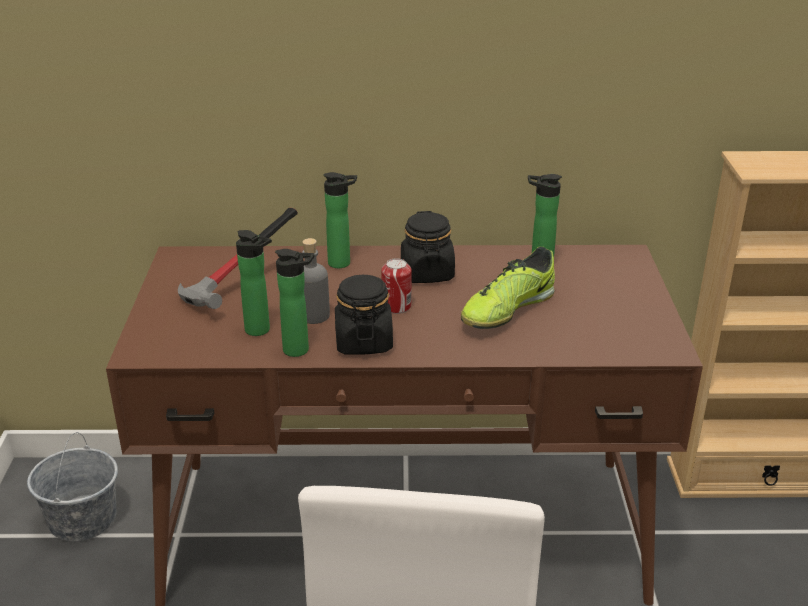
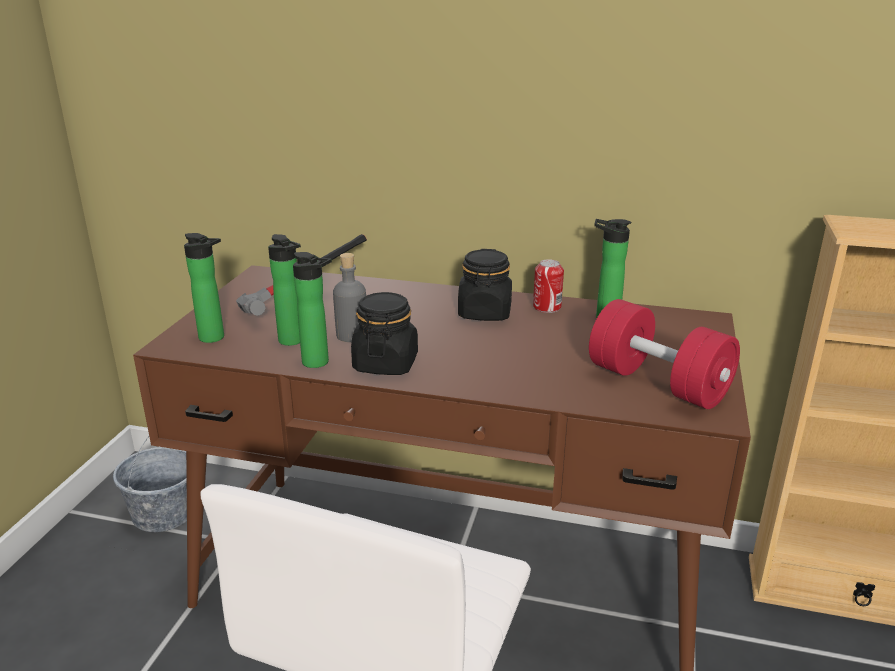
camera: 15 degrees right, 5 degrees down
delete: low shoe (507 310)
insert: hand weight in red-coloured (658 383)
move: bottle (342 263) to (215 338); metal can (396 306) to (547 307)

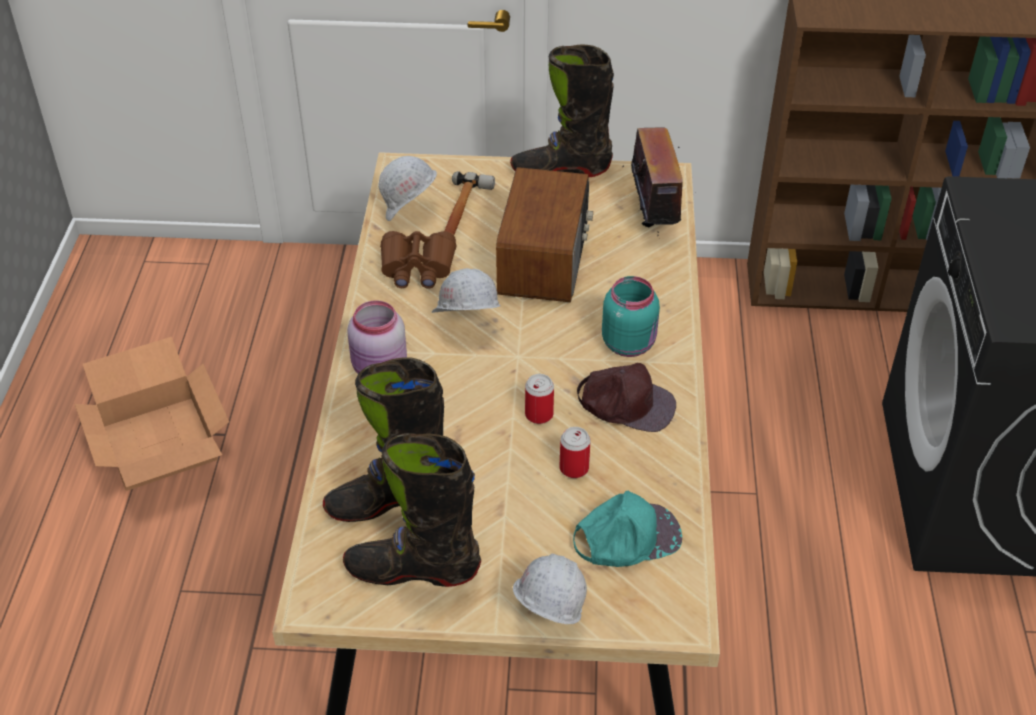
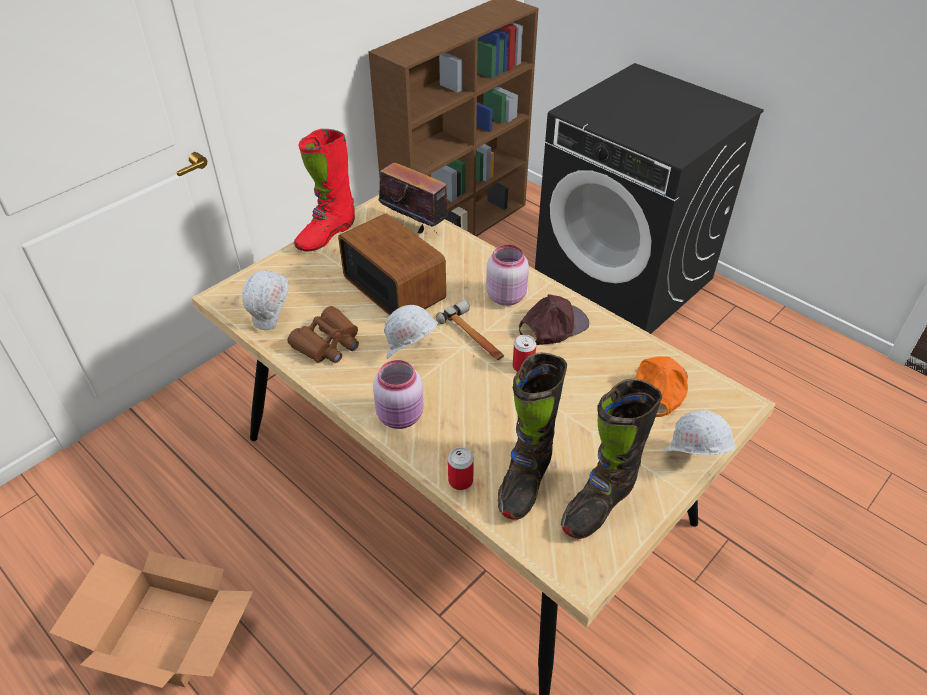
camera: 50 degrees left, 0 degrees up
move: tool hammer (463 211) to (474 336); metal can (574 468) to (460 480)
recolor: high-top boot in blackish (561 170) to high-top boot in red-coloured (326 235); jar in turquoise-coloured (629 343) to jar in pink-coloured (506 296); baseball cap in turquoise-coloured (626 537) to baseball cap in orangey (658 388)

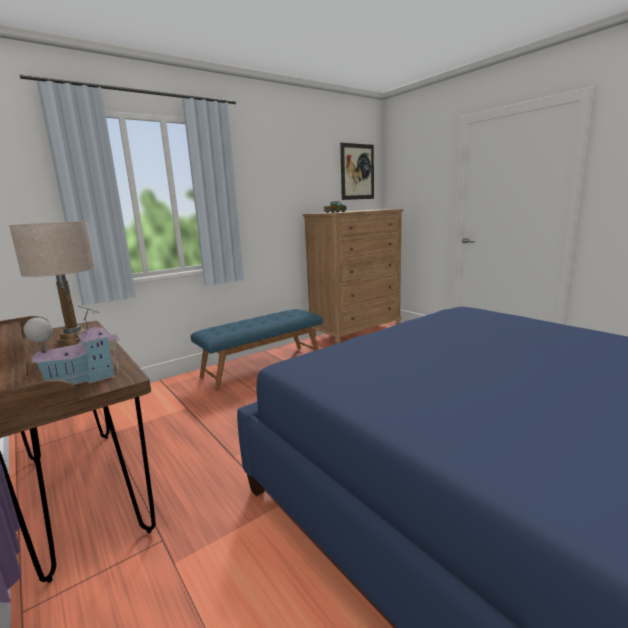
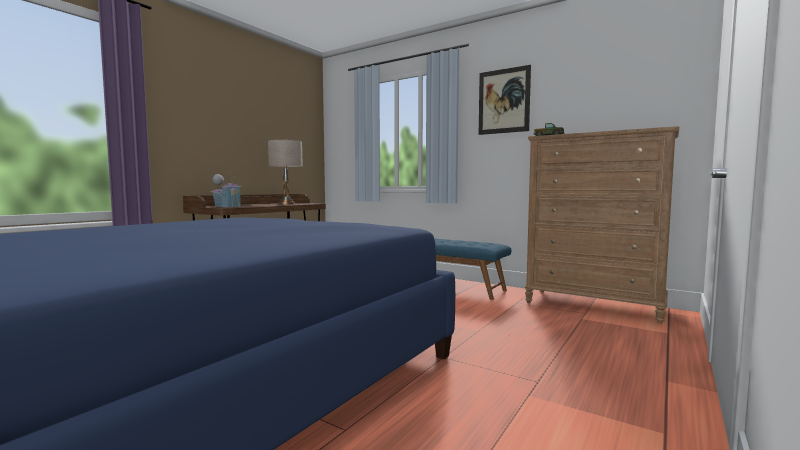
camera: 70 degrees right, 10 degrees down
move: picture (357 172) to (503 101)

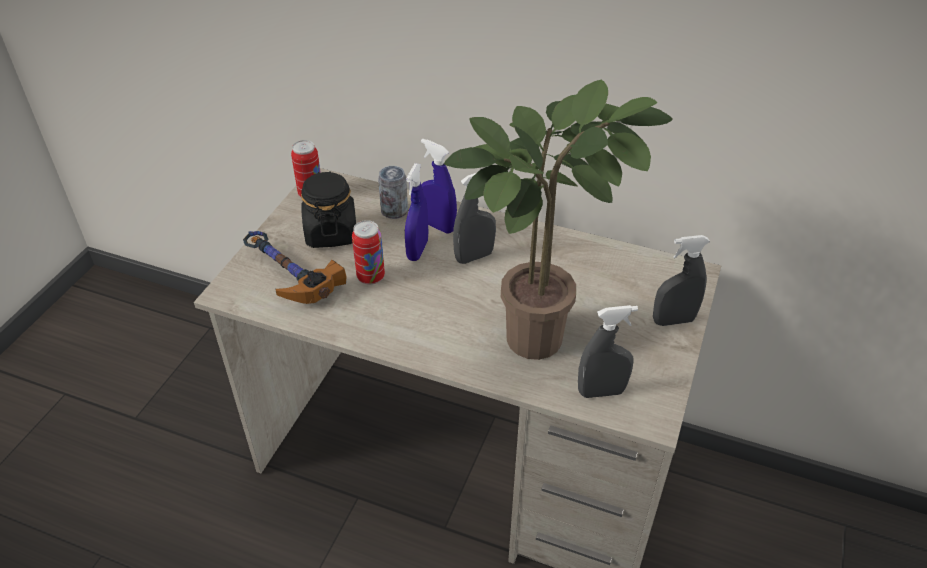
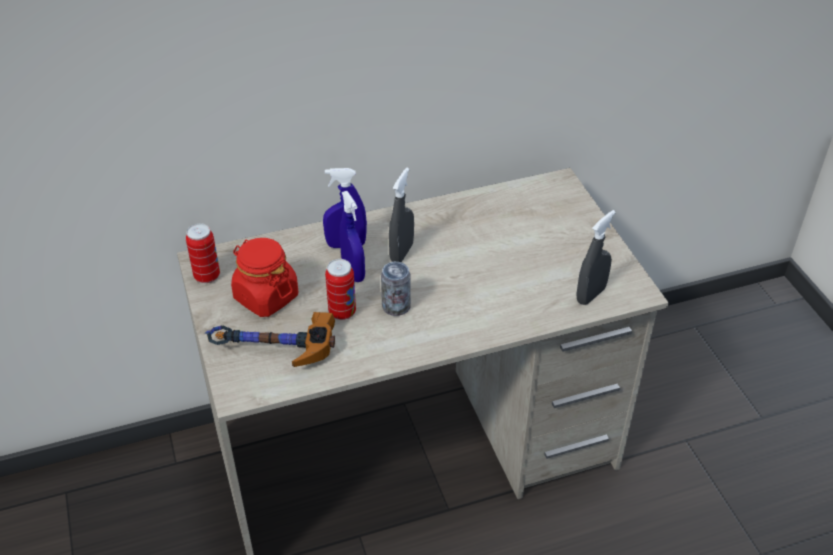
camera: 40 degrees left, 0 degrees up
delete: houseplant (539 332); hand sprayer in grey (673 320)
move: metal can (394 211) to (396 306)
recolor: jar in blackish (331 232) to jar in red-coloured (266 297)

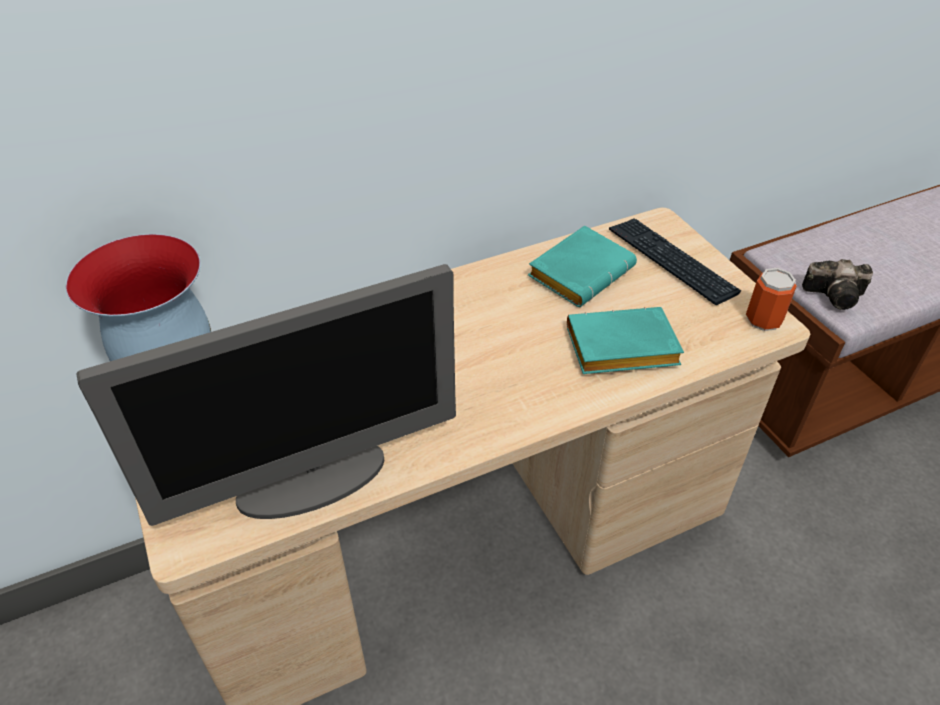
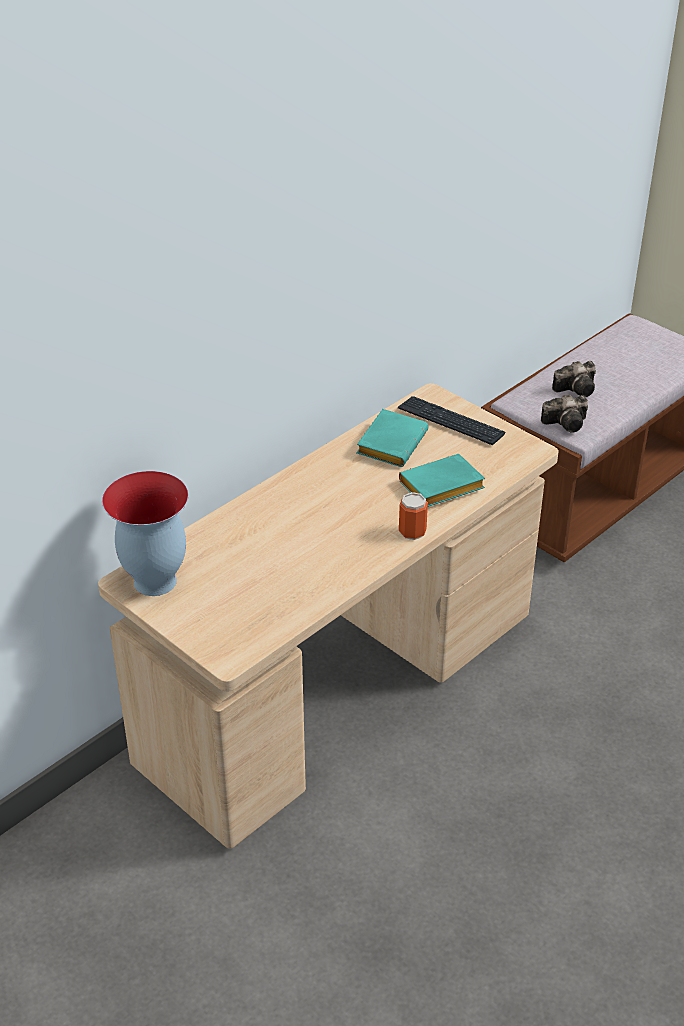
camera: 20 degrees left, 5 degrees down
delete: computer display (313 480)
insert: still camera (577 389)
move: metal can (763 320) to (412 532)

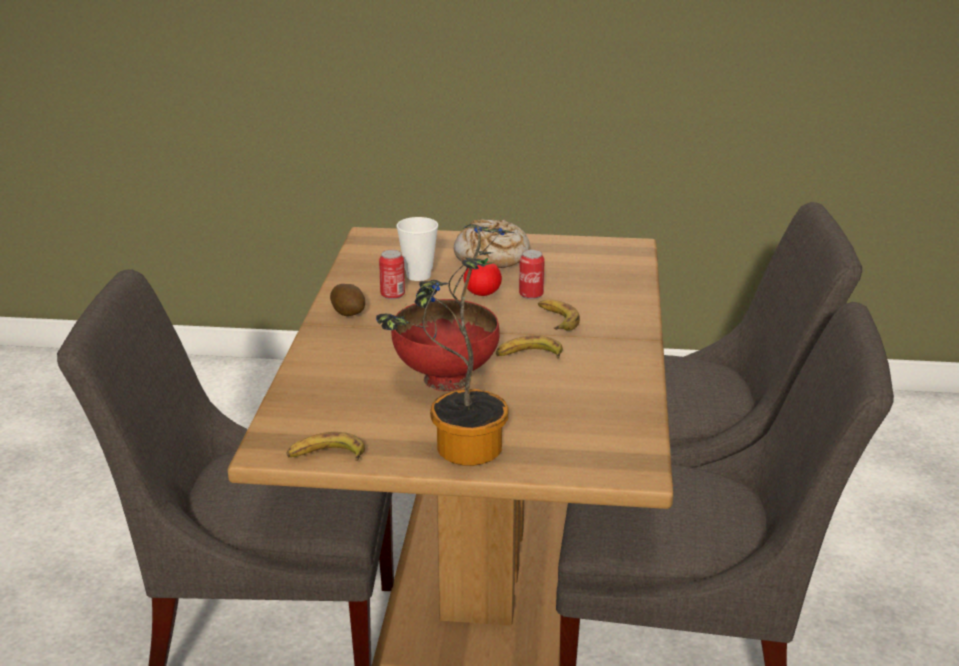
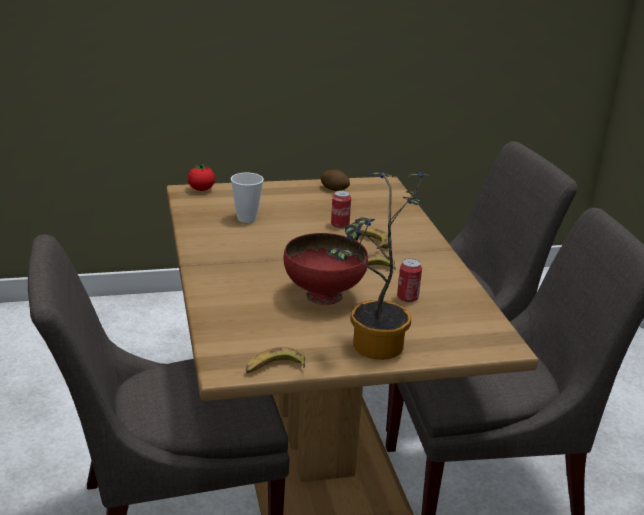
camera: 20 degrees left, 0 degrees up
delete: baked bread (491 256)
move: metal can (392 295) to (407 298); fresh tomato (482 293) to (201 189); potato (349 312) to (335 189)

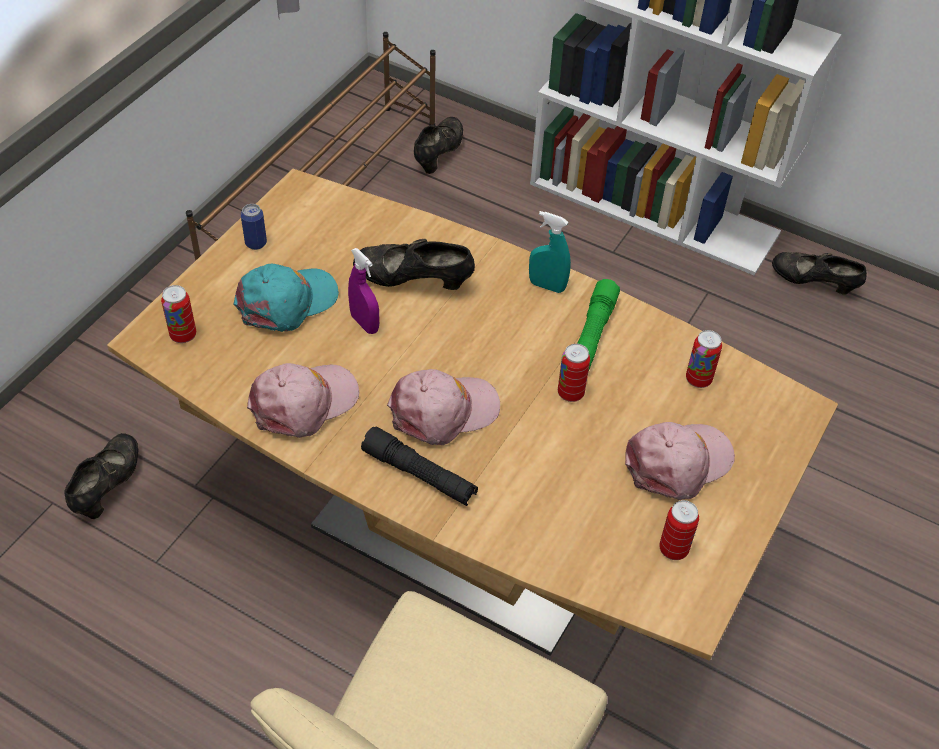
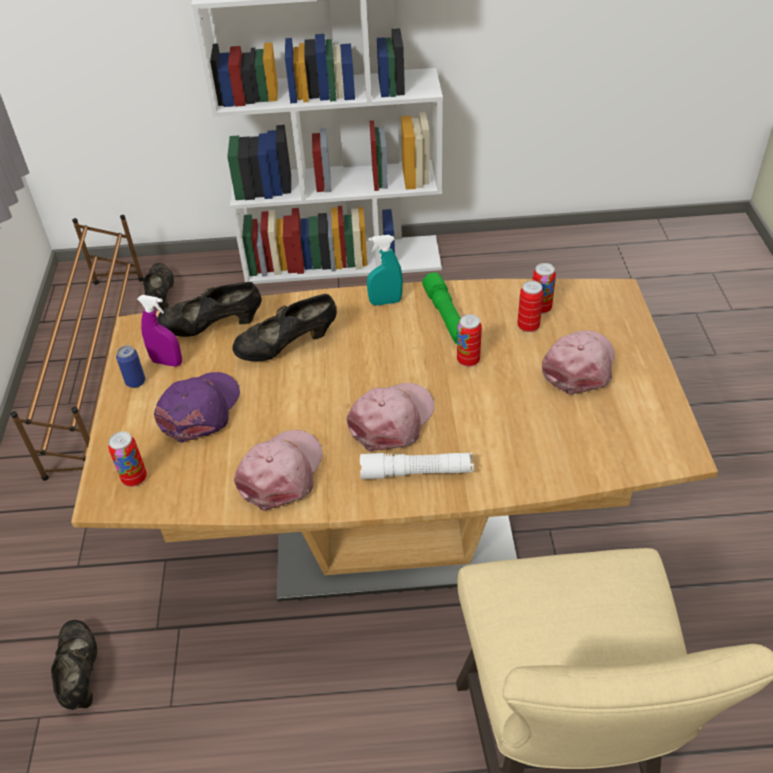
camera: 30 degrees left, 5 degrees down
move: hand sprayer in purplish (364 323) to (167 362); low shoe in blackish (813 283) to (213 327); metal can (673 549) to (528 326)
recolor: baseball cap in turquoise-coloured (287 302) to baseball cap in purplish (200 410); flashlight in blackish (419 475) to flashlight in whitish (416 472)

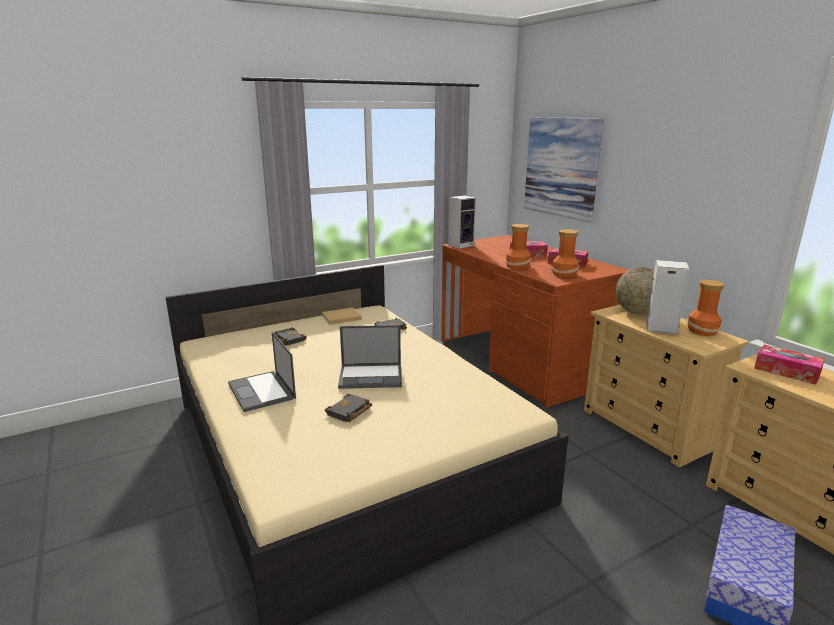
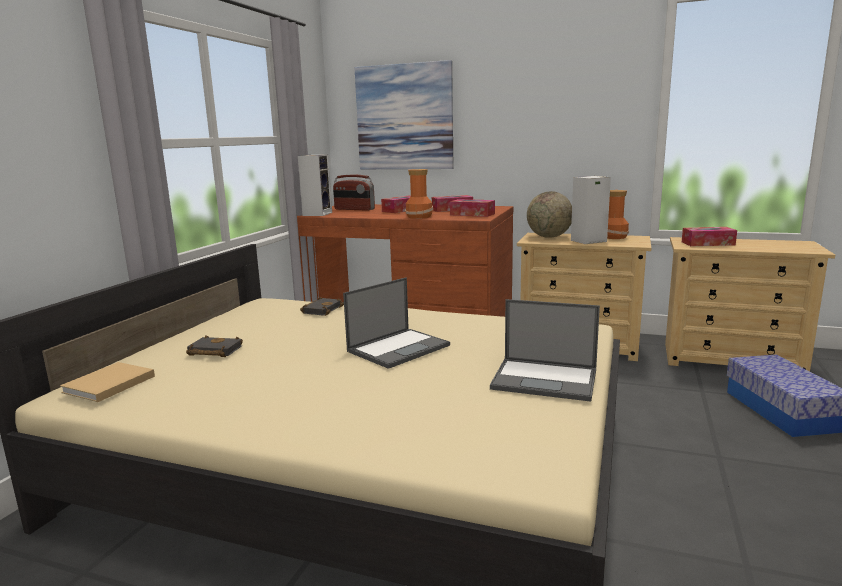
camera: 40 degrees left, 5 degrees down
delete: bound book in blackish (349 412)
insert: radio set (354 209)
move: bound book in sand-coloured (340 317) to (107 385); notebook computer (262 391) to (546 379)
replace: decorative vase (565 274) to tissue box (472 214)

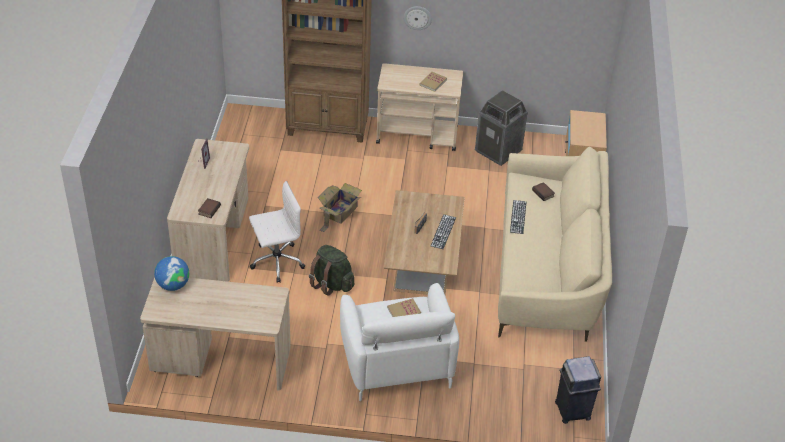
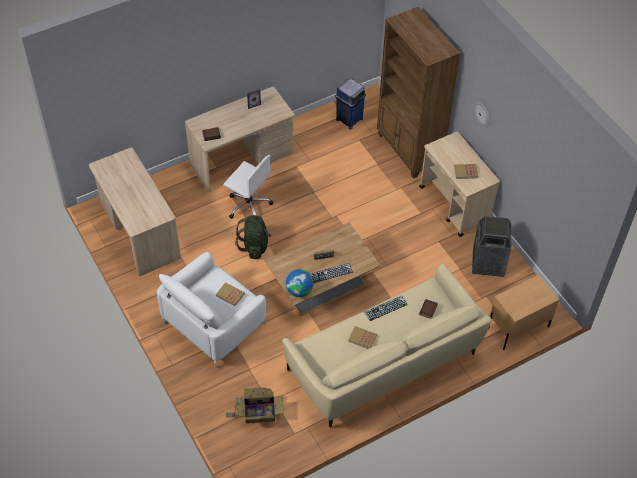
camera: 55 degrees right, 10 degrees up
insert: bound book (362 338)
move: cardboard box (339 212) to (258 413); globe (173 285) to (299 290); rubbish bin in bluish (572 411) to (349 119)

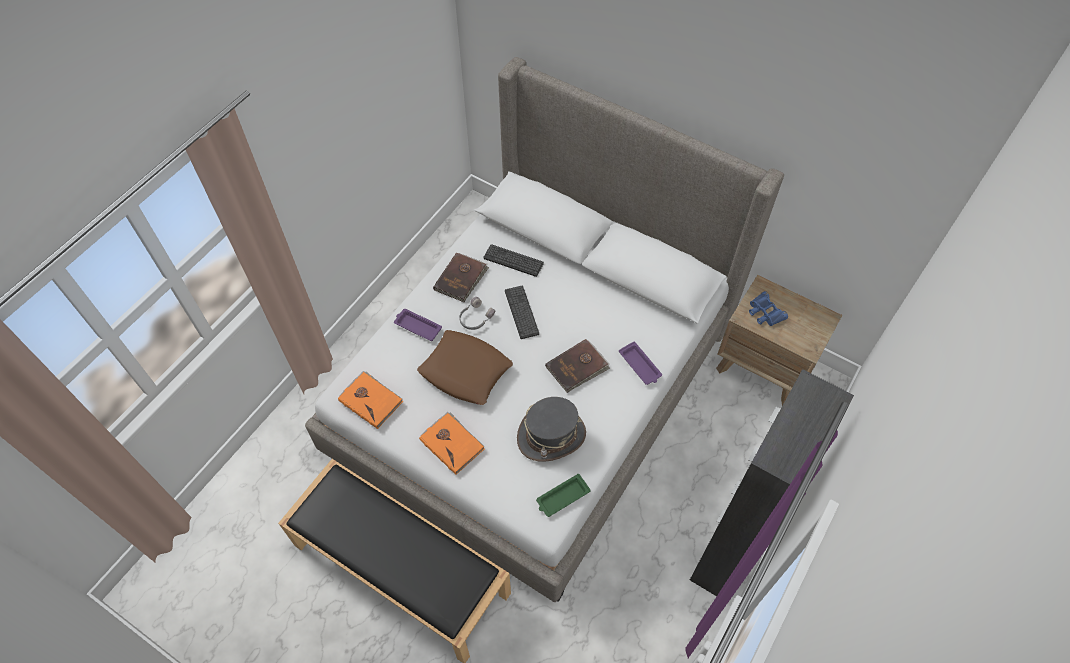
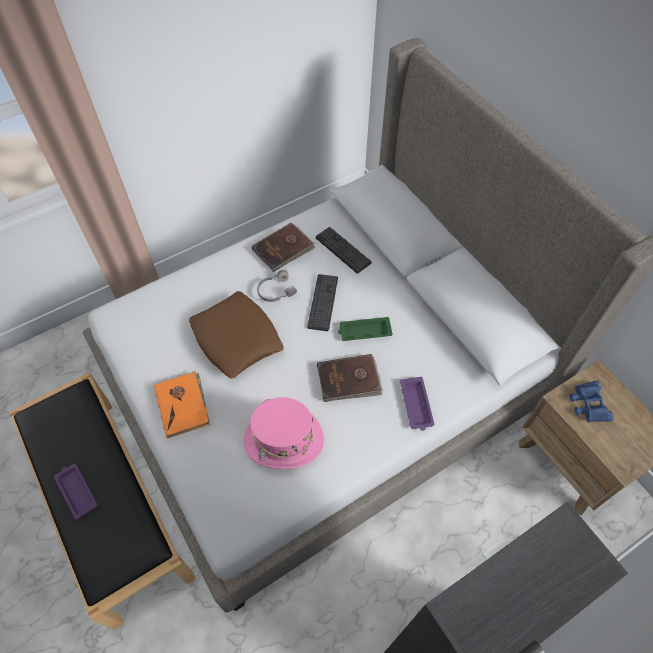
camera: 25 degrees right, 0 degrees up
delete: bound book in orangey (371 400)
move: tray in purplish (417 326) to (76 491); tray in green (562 497) to (364 331)
recolor: clothing hat in grey (551 436) to clothing hat in pink-coloured (283 440)

